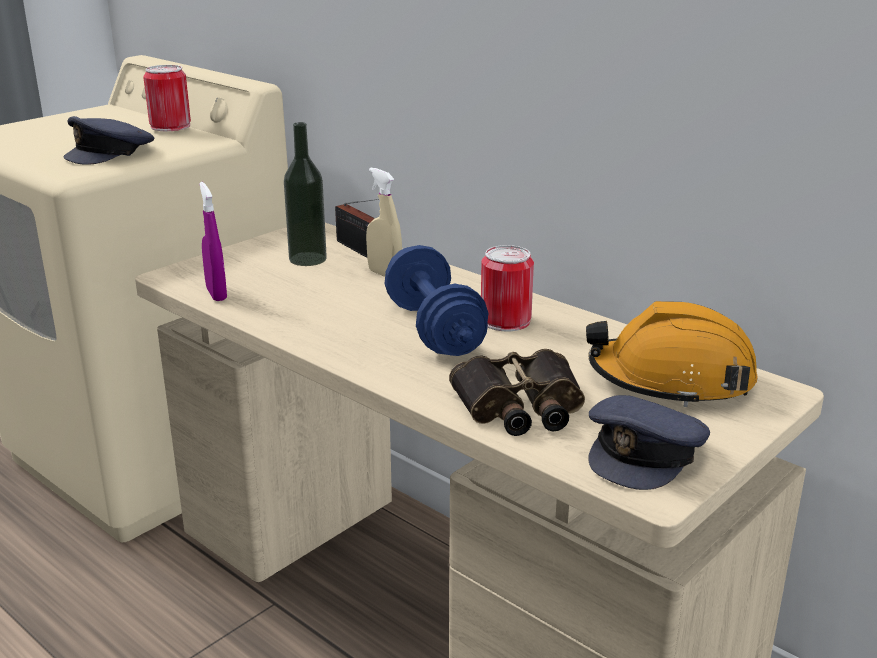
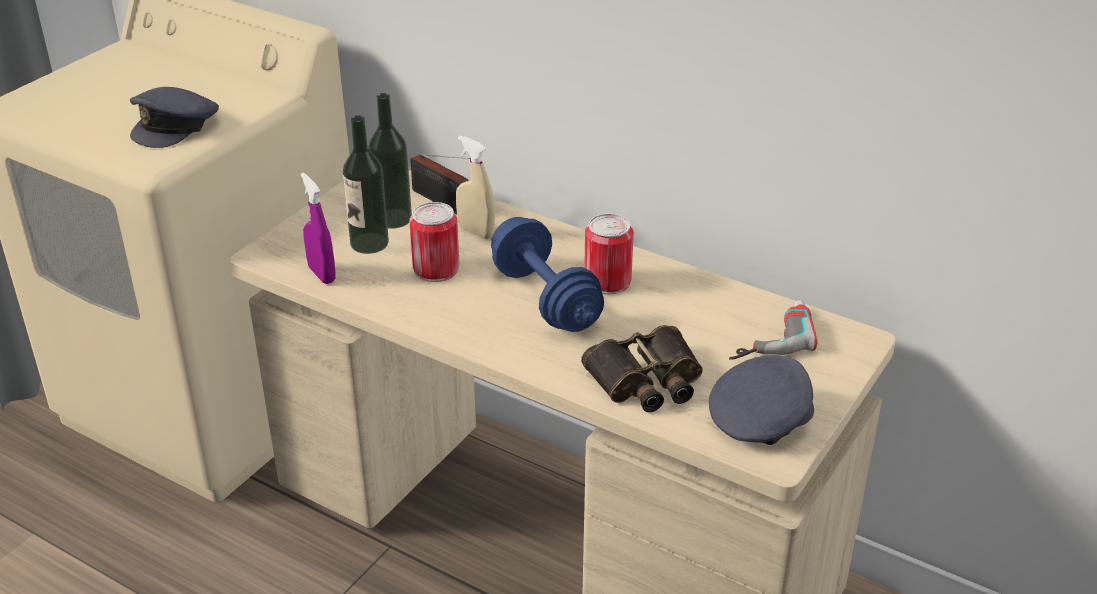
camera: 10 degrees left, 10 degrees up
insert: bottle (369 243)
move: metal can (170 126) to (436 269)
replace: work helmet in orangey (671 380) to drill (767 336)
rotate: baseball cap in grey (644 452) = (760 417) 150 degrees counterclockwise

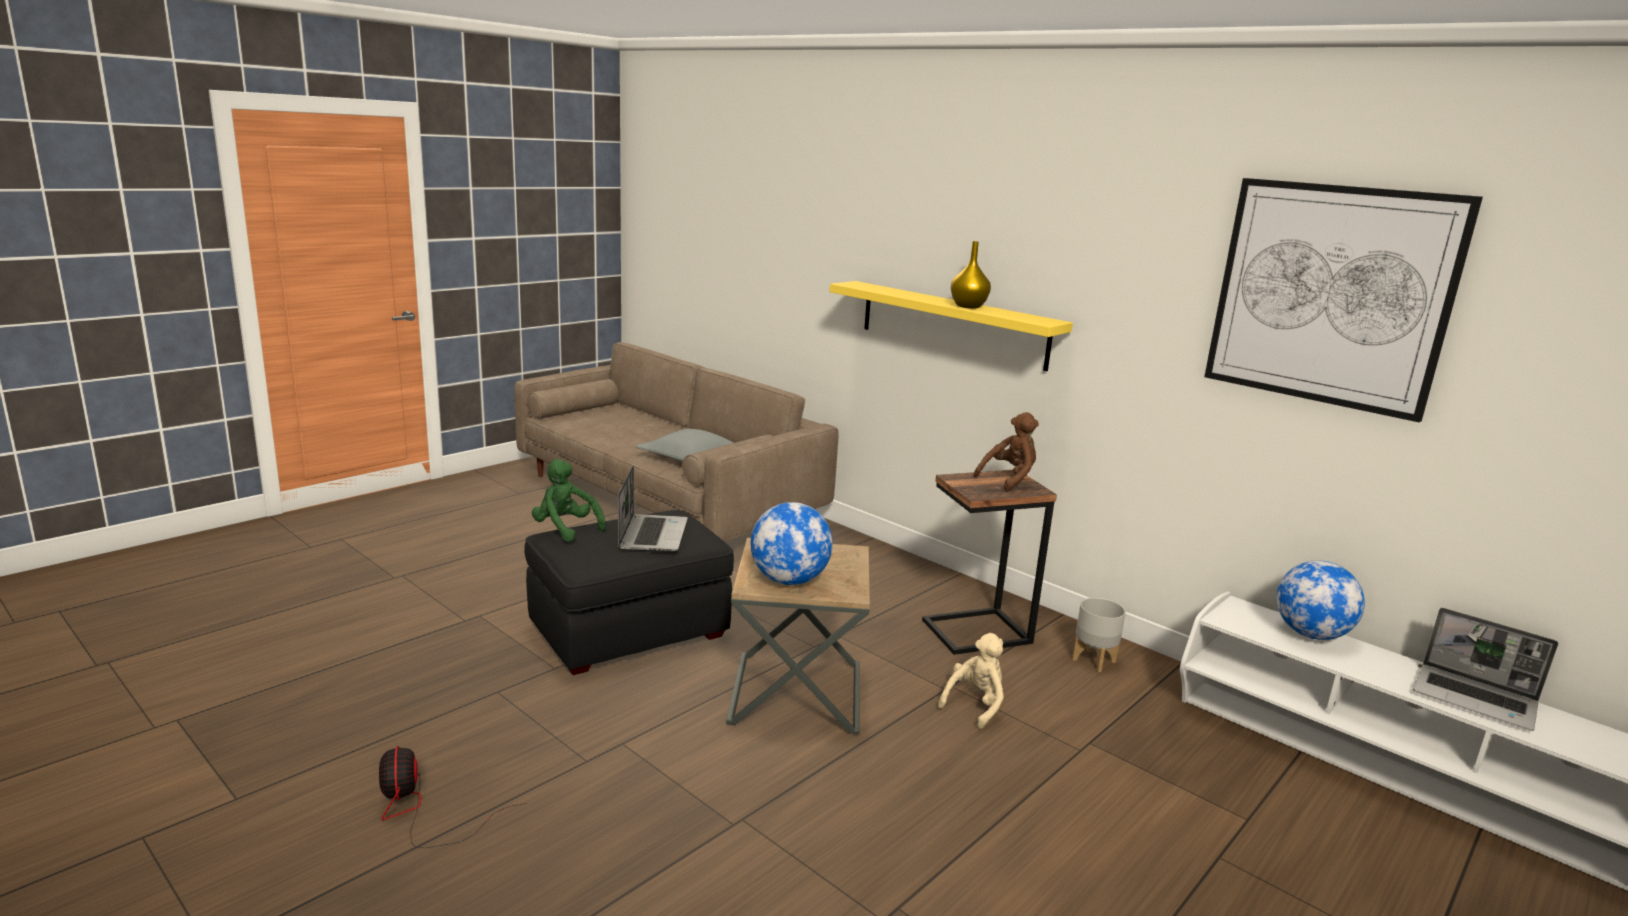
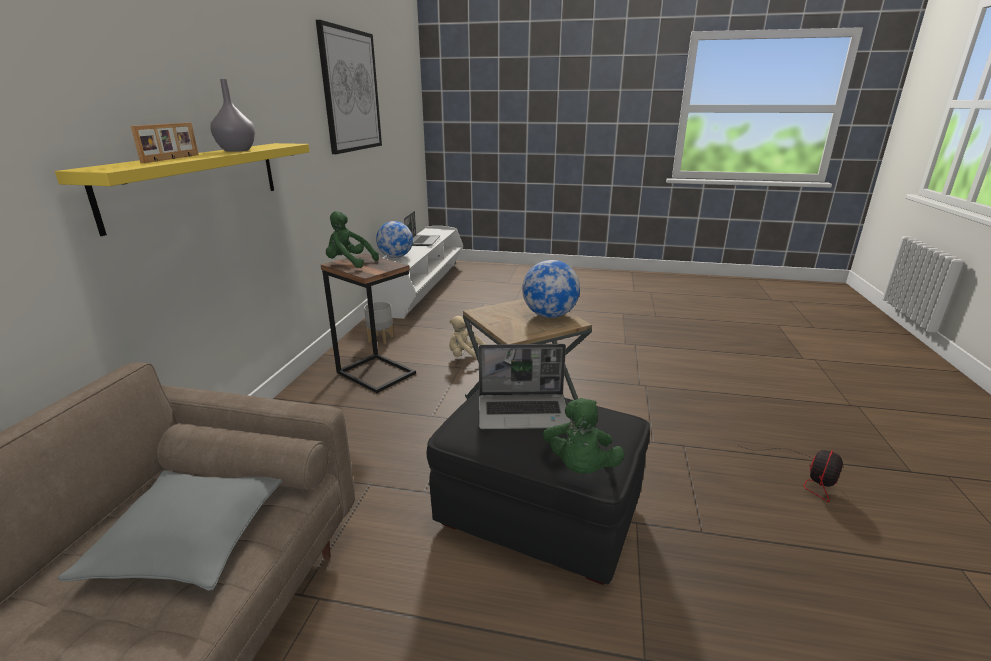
camera: 120 degrees left, 5 degrees up
insert: photo frame (172 158)
recolor: decorative vase in yellow-coloured (968 306) to decorative vase in grey (236 150); soft toy in brownish (1009 479) to soft toy in green (349 263)
rotate: notebook computer (652 534) = (524 412) 150 degrees counterclockwise

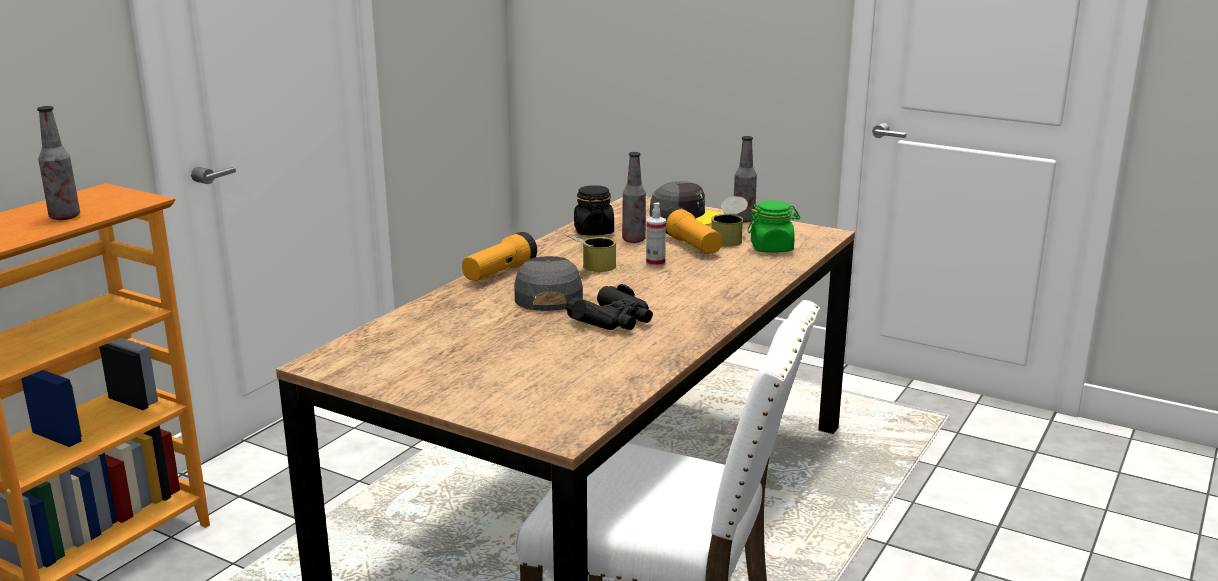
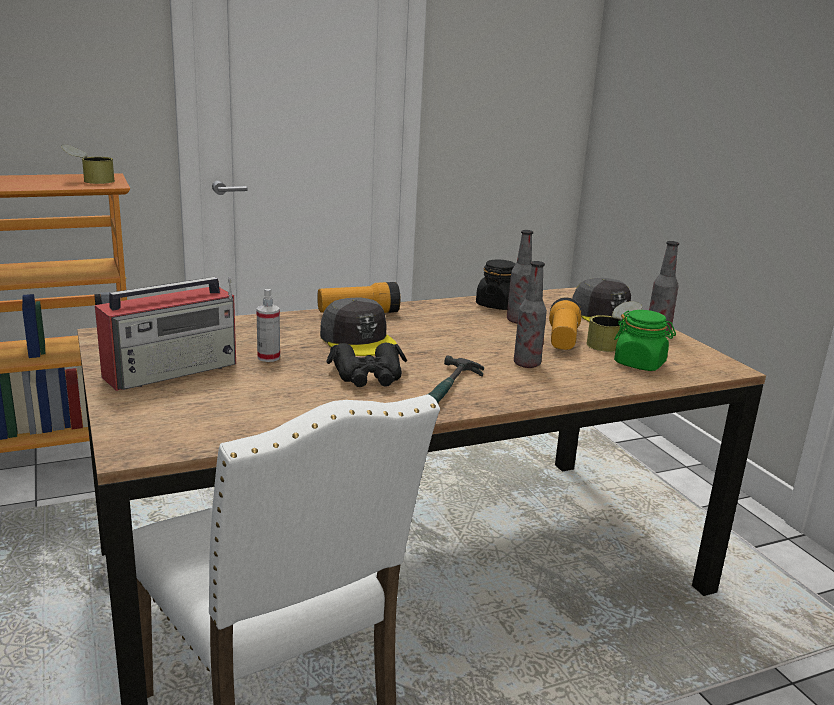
camera: 35 degrees right, 0 degrees up
insert: radio set (173 370); tool hammer (450 388)
move: bottle (65 217) to (527 364); hand sprayer (655 263) to (268 357); metal can (591 268) to (90 180)
rotate: baseball cap in grey (547 295) = (358 340) 120 degrees clockwise

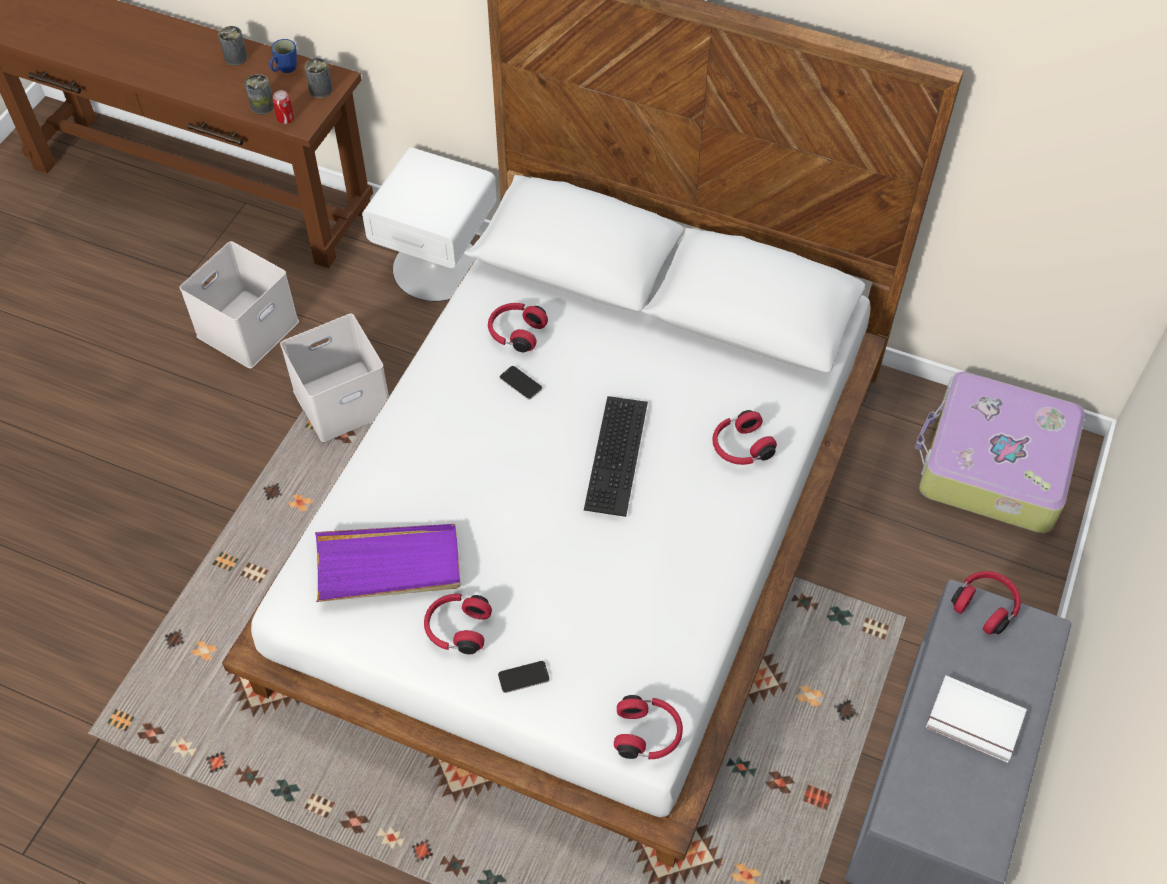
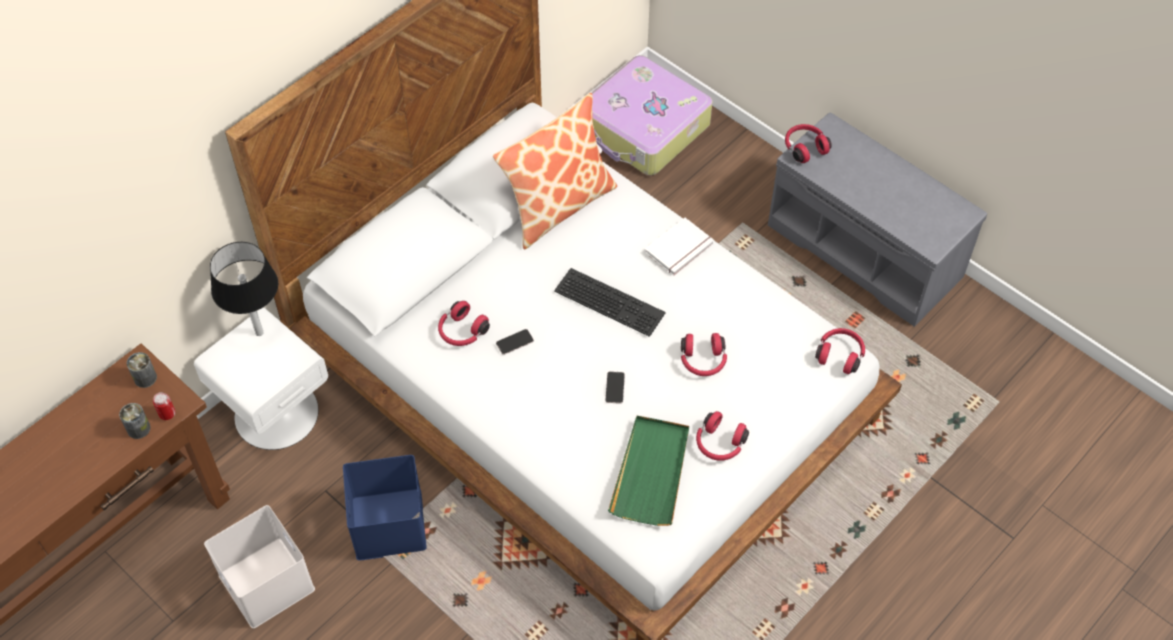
camera: 70 degrees left, 0 degrees up
delete: metal can (236 58); mug in bluish (284 69)
insert: pillow (558 206); lamp for a table in blackish (259 332)
move: pair of headphones in red-coloured (740 447) to (703 361); telephone (523 677) to (615 387); bound book in whitish (974 722) to (680 249)
recolor: storage box in whitish (343 399) to storage box in bluish (387 523); tray in purplish (388 565) to tray in green (651 472)

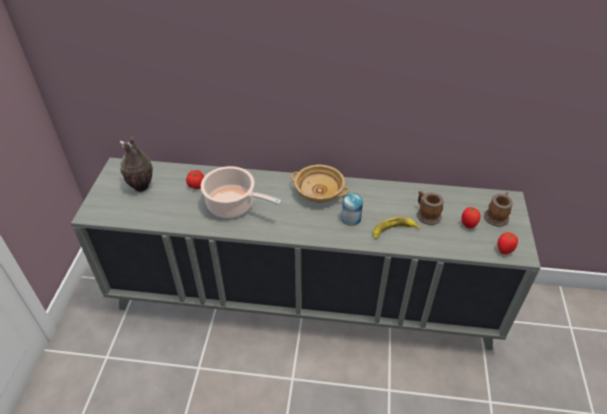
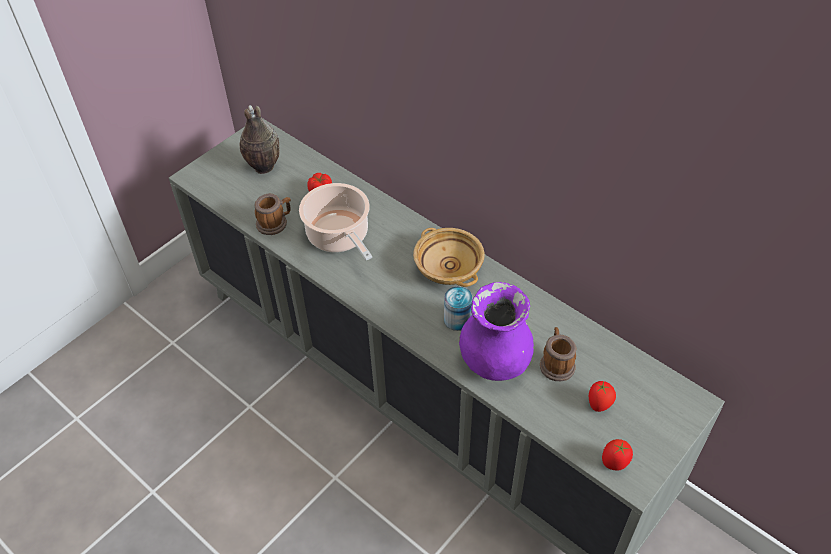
camera: 35 degrees right, 5 degrees up
move: mug (497 216) to (275 223)
replace: whole banana (393 230) to decorative vase in purplish (494 361)

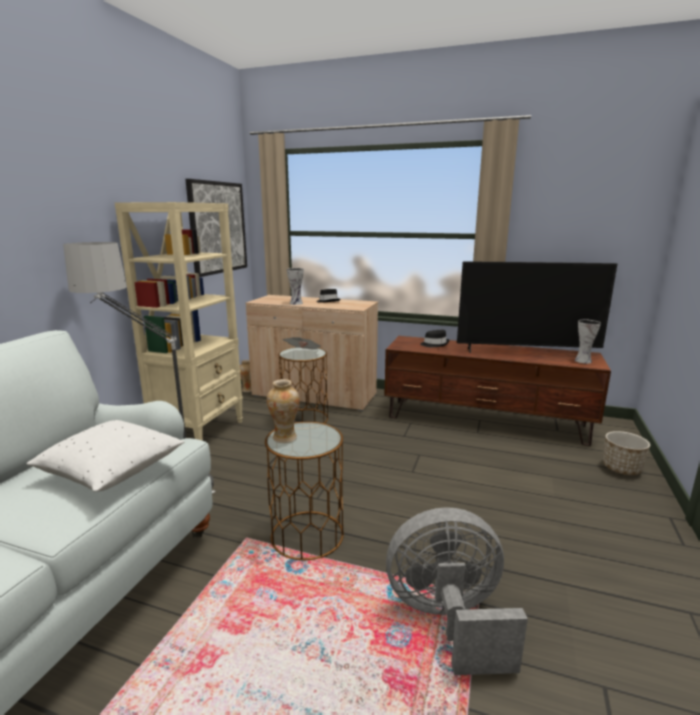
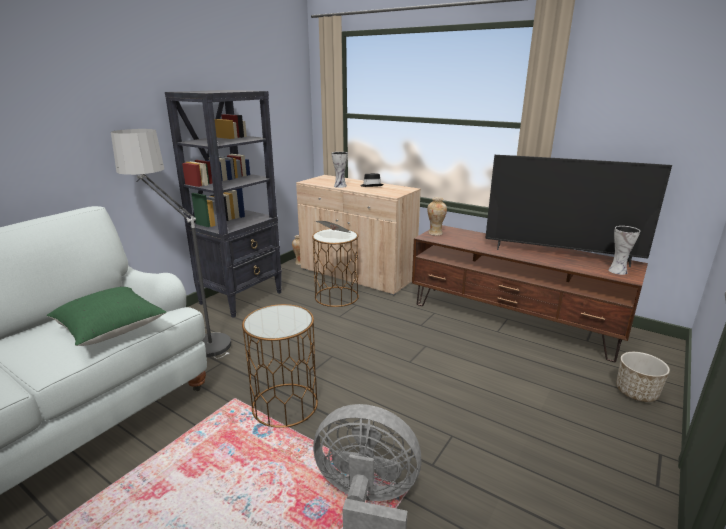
camera: 15 degrees right, 5 degrees up
delete: picture (217 227); clothing hat in blackish (434 344)
move: decorative vase (285 438) to (435 233)
recolor: shelving unit in sand-coloured (200 432) to shelving unit in blackish (242 297); pillow in whitish (112 472) to pillow in green (110 329)

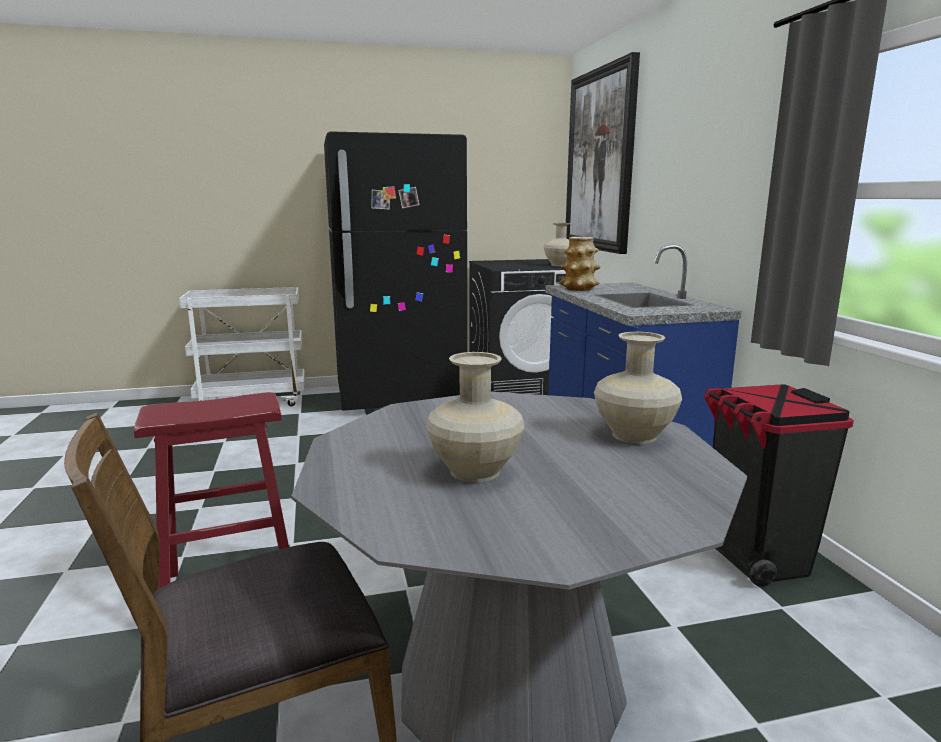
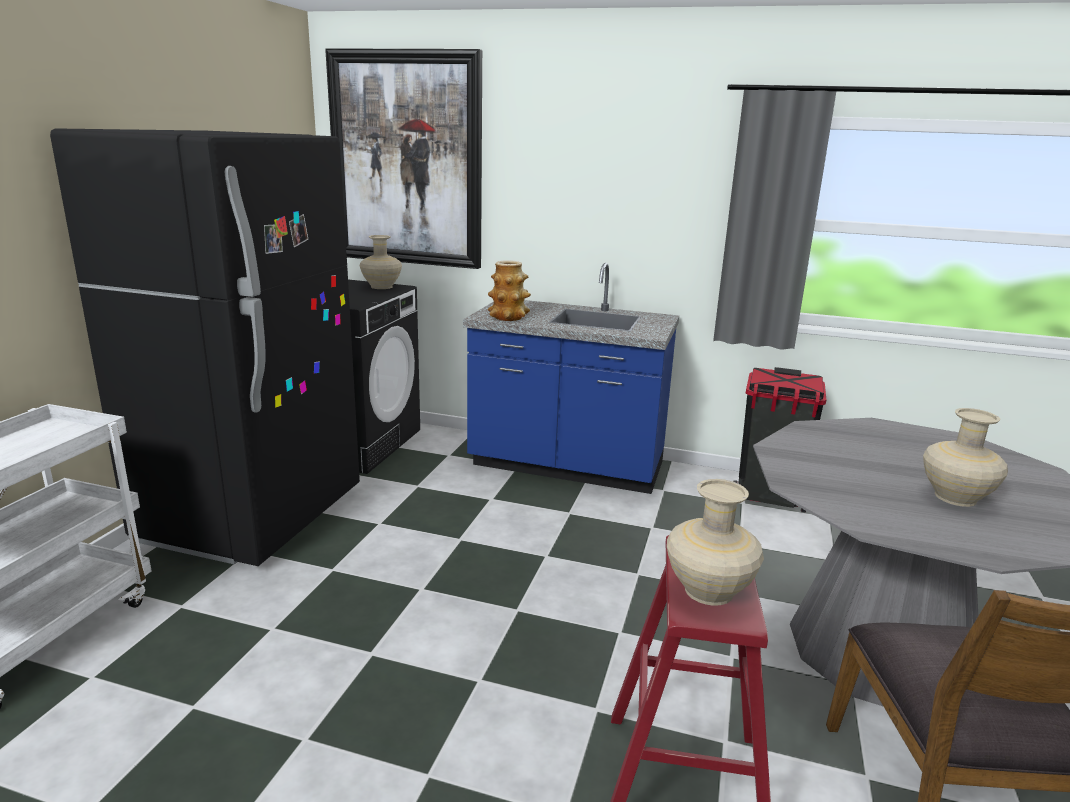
camera: 60 degrees left, 5 degrees up
move: decorative vase in sand-coloured (635 435) to (708 590)

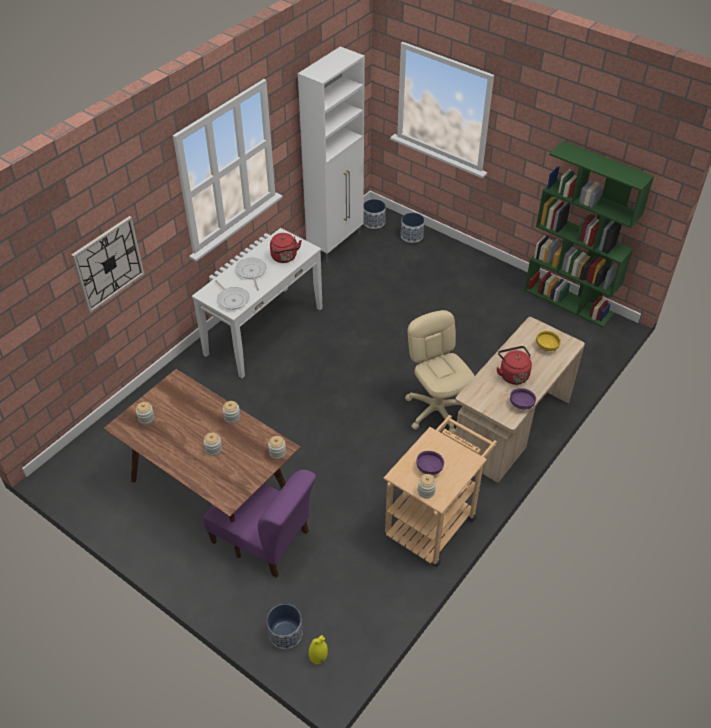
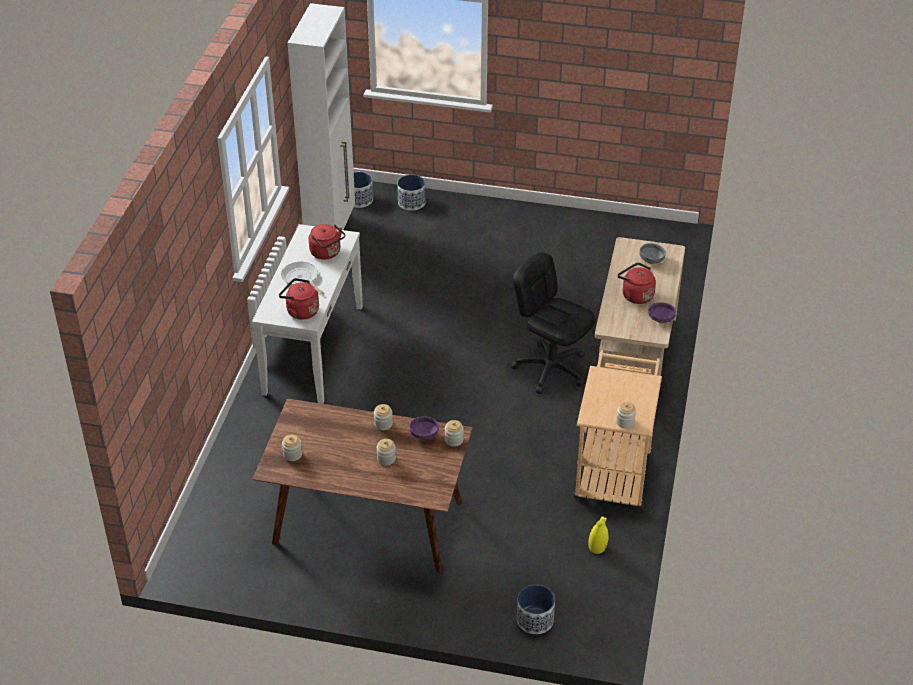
camera: 25 degrees left, 5 degrees down
delete: shelving unit in green (569 301); clock on the wall (108 264); upright chair in purplish (263 539)
move: serving bowl in purplish (429 468) to (424 435); decorative vase in yellow-coloured (318 657) to (597 547)
replace: pan (232 299) to water kettle in red-coloured (300 311)
recolor: desk chair in sand-coloured (437 410) to desk chair in blackish (551 369); serving bowl in yellow-coloured (547 347) to serving bowl in grey (652 260)

